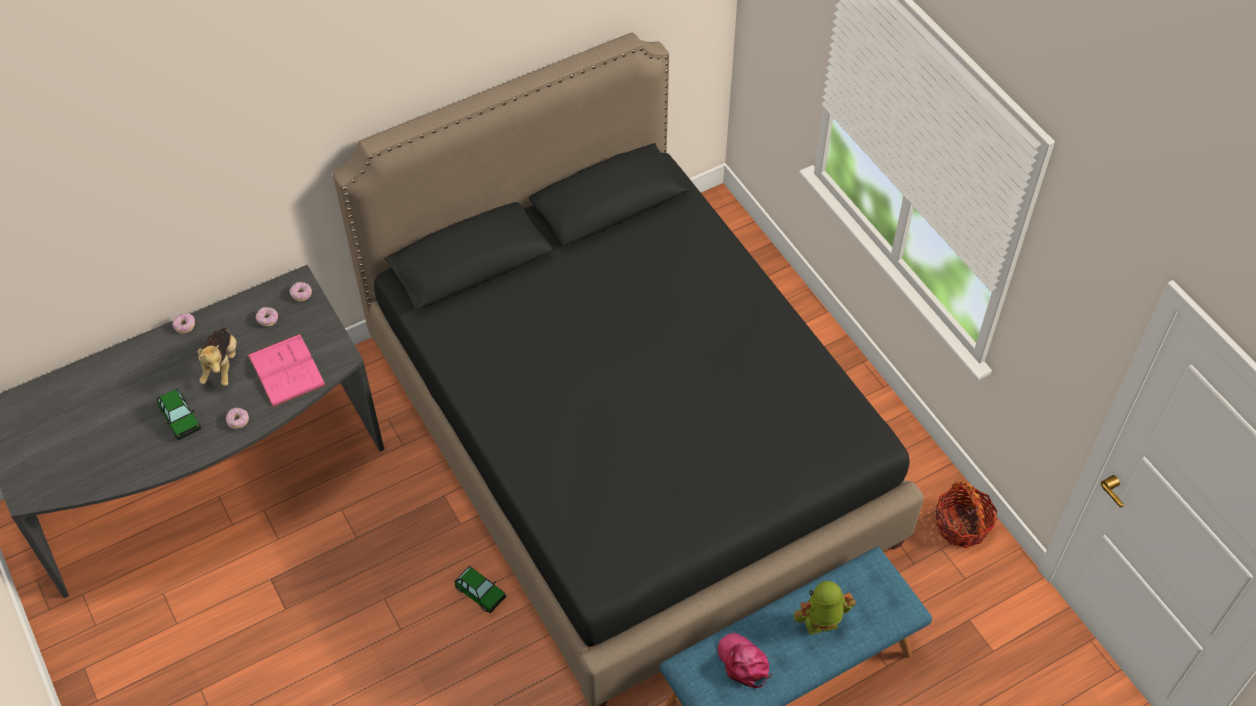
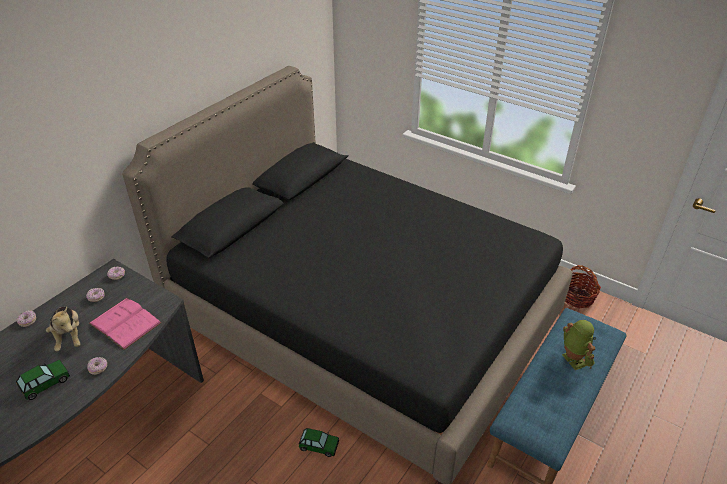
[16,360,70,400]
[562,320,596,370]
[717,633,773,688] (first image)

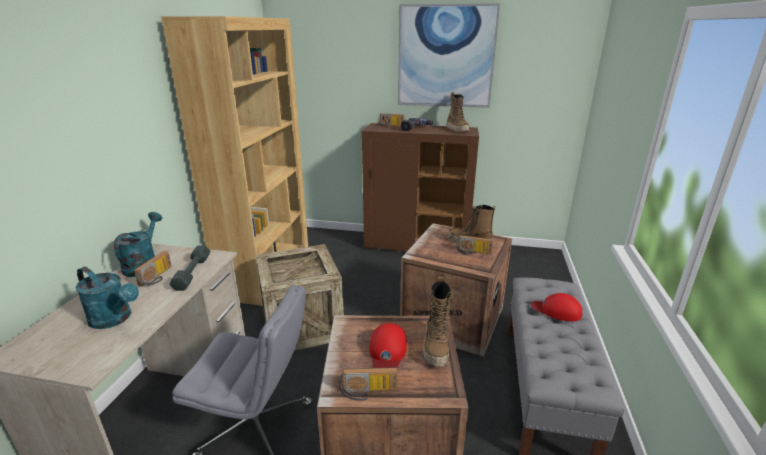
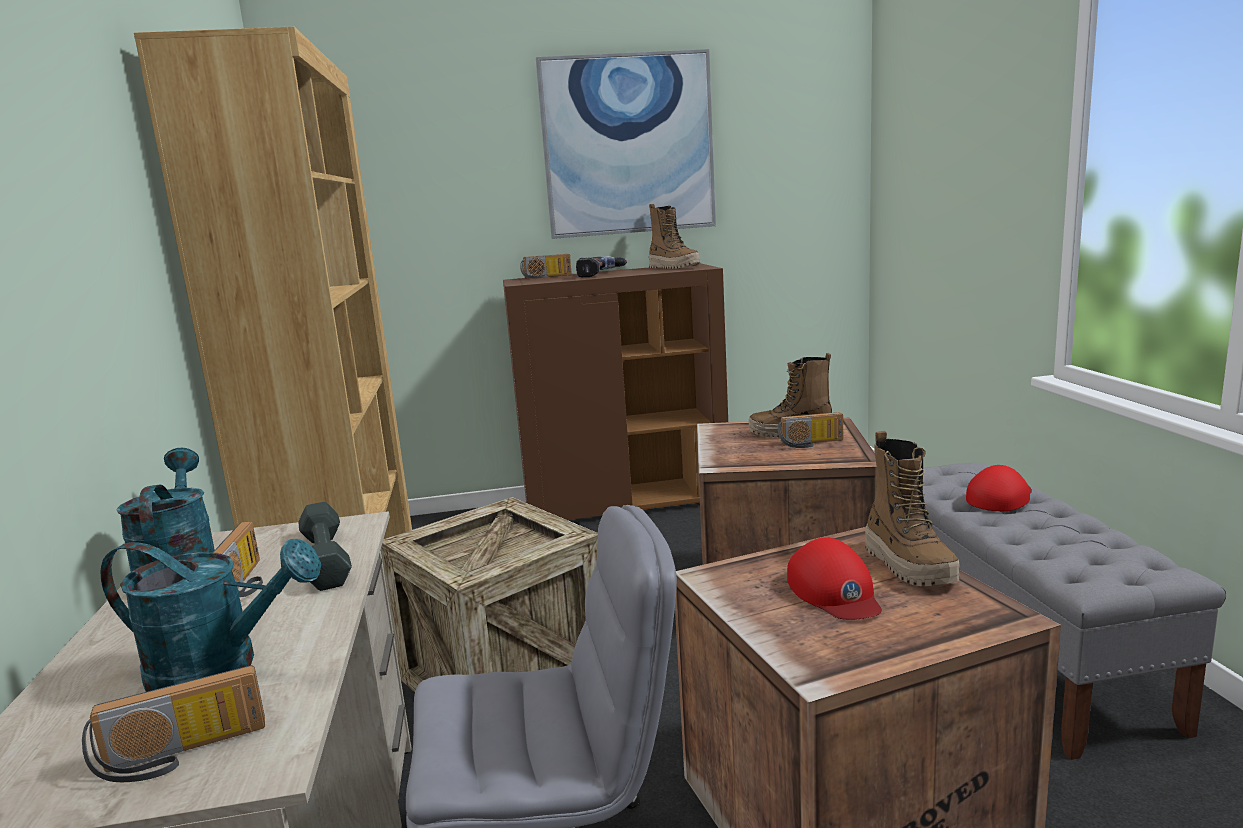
[82,665,265,782]
[966,465,1032,511]

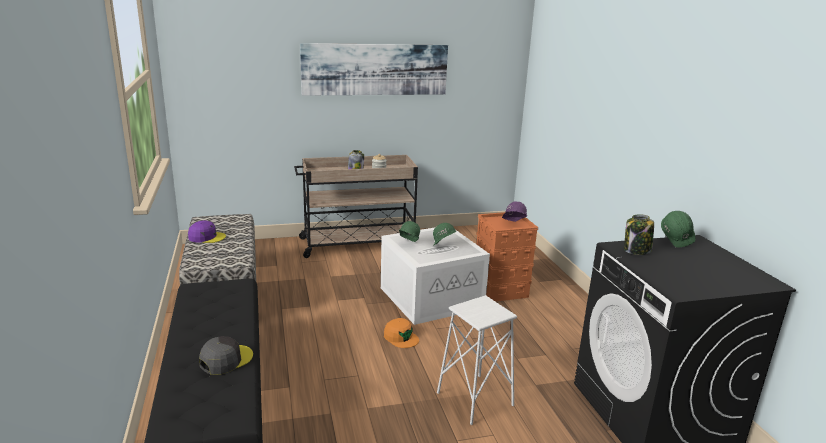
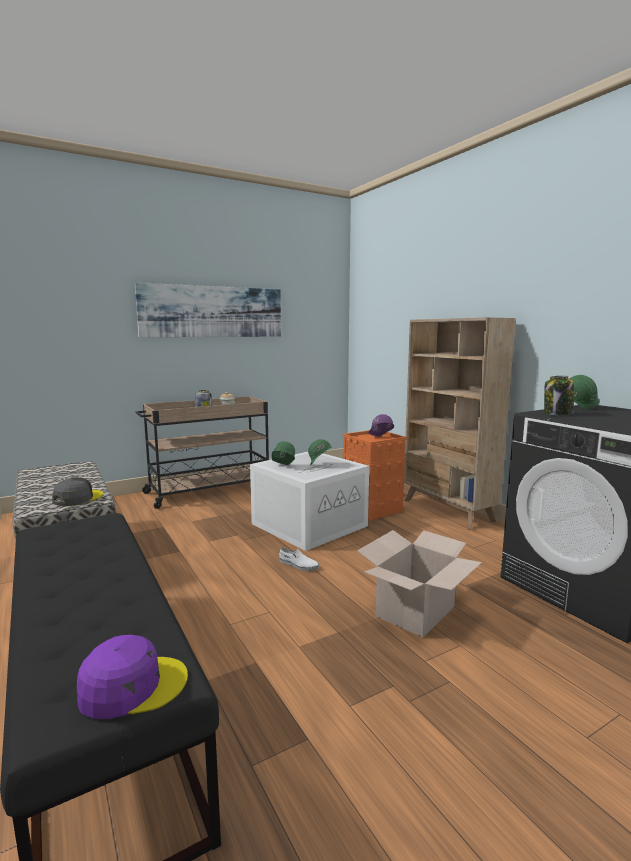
[52,478,103,506]
[77,635,188,719]
[279,547,319,571]
[357,530,482,638]
[404,317,516,530]

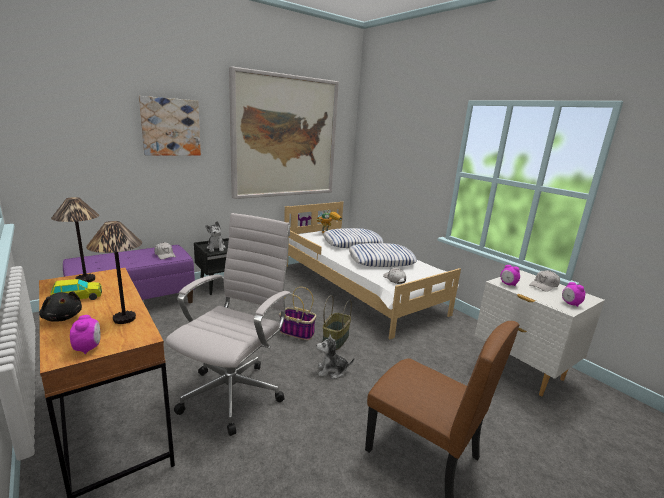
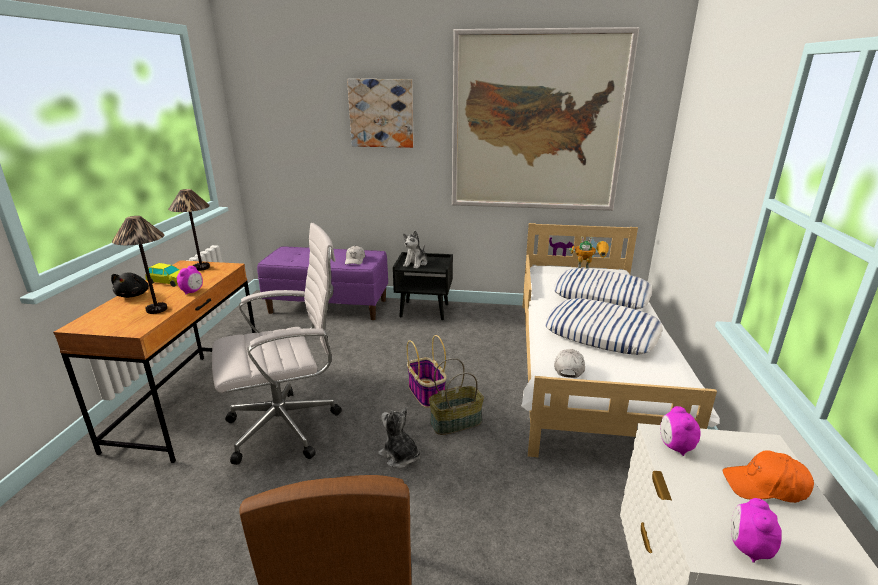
[177,266,203,294]
[723,450,814,503]

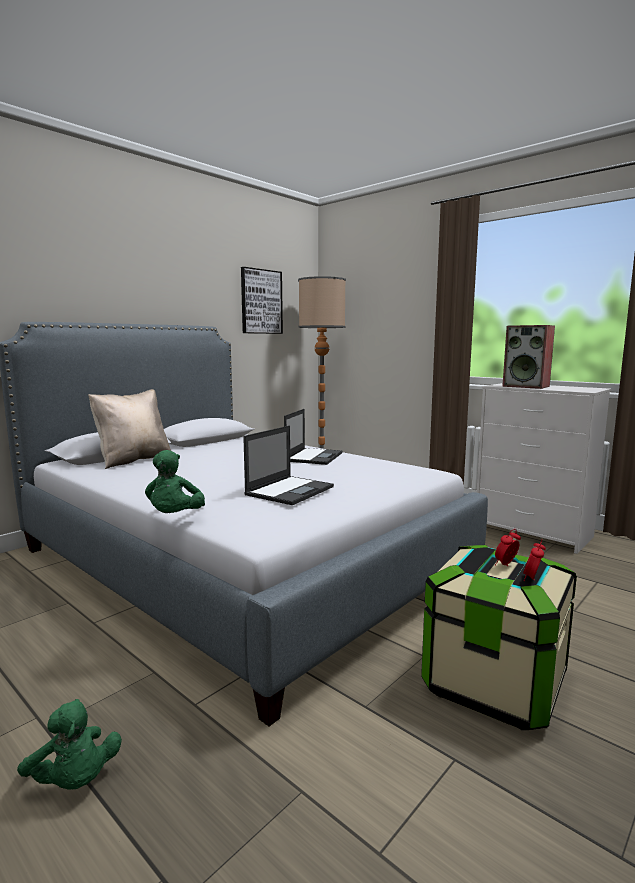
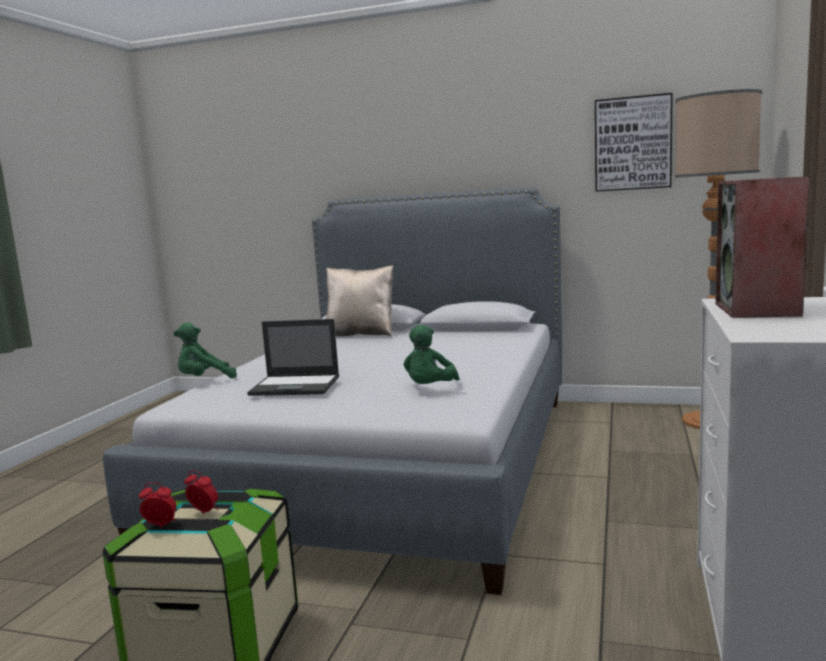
[404,325,459,384]
[284,409,343,465] (first image)

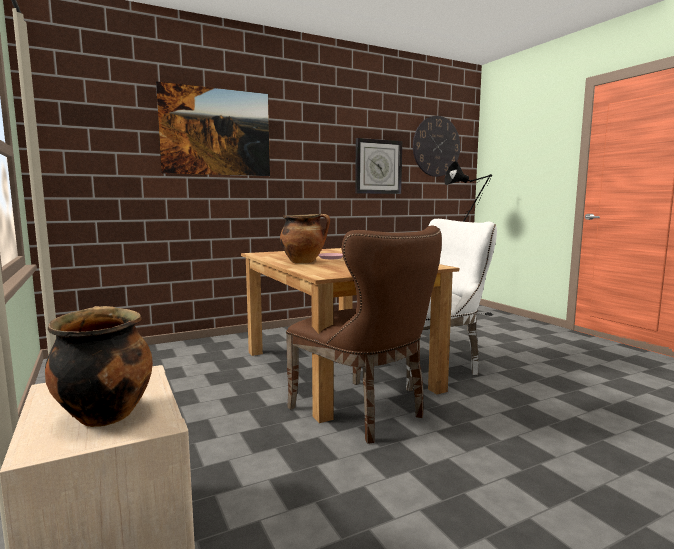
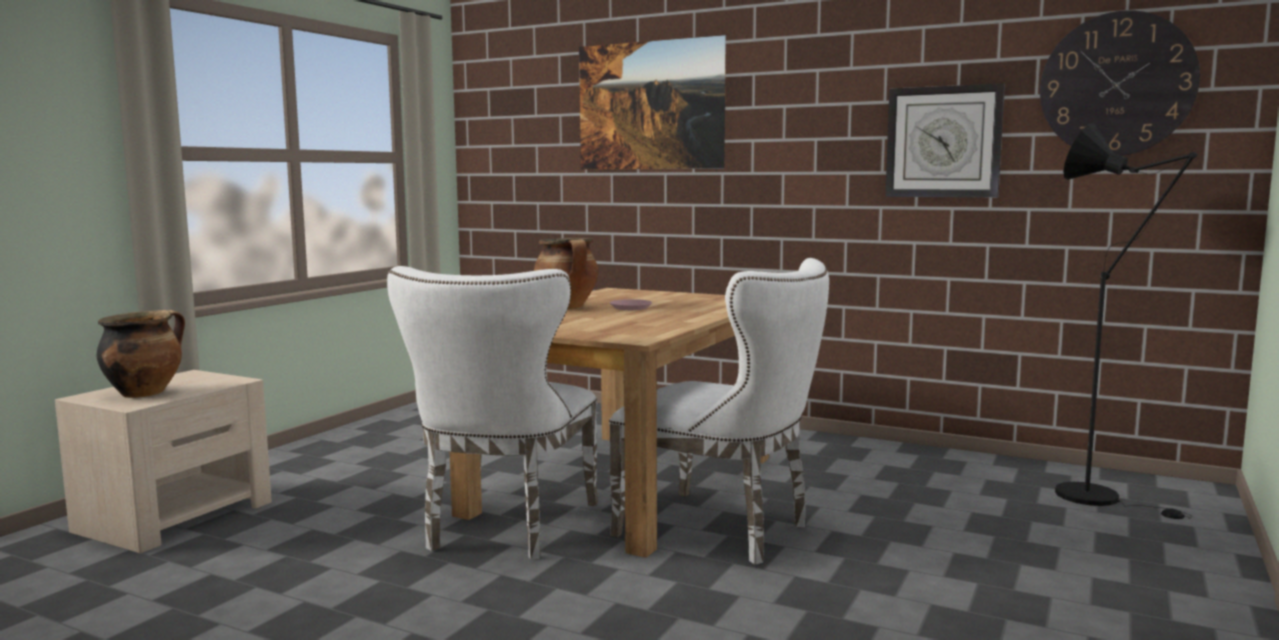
[387,266,598,560]

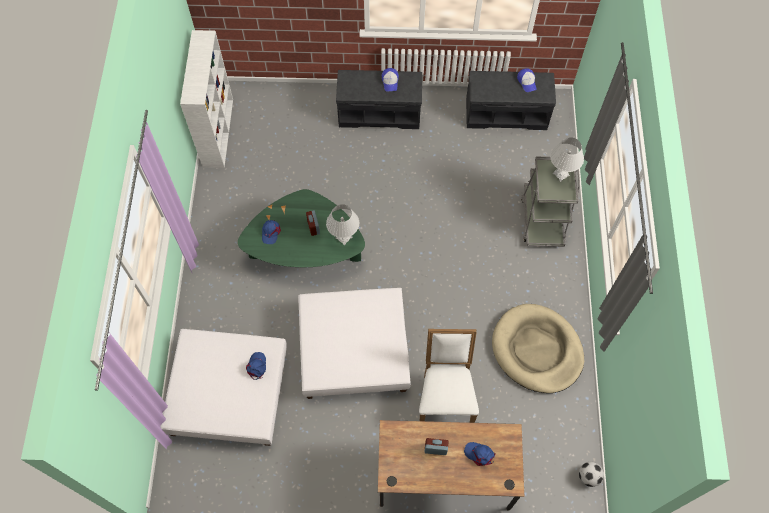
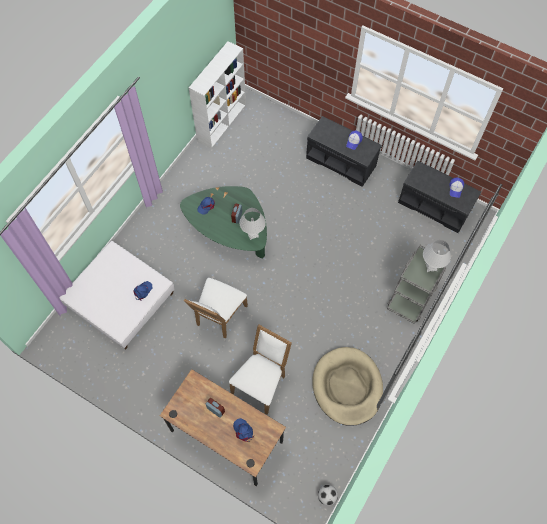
[183,278,248,338]

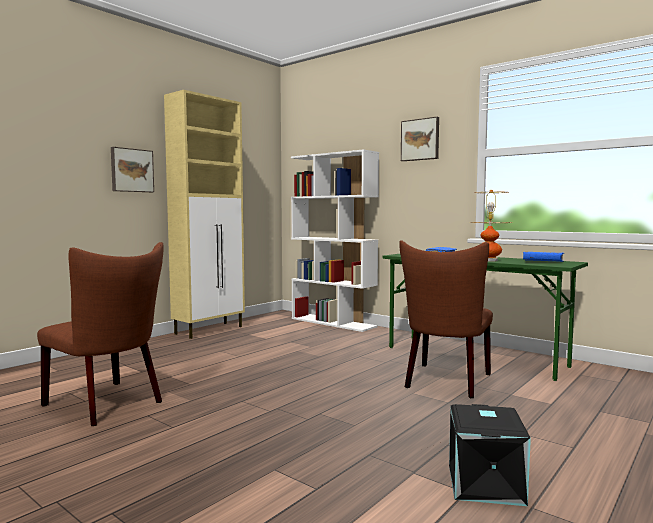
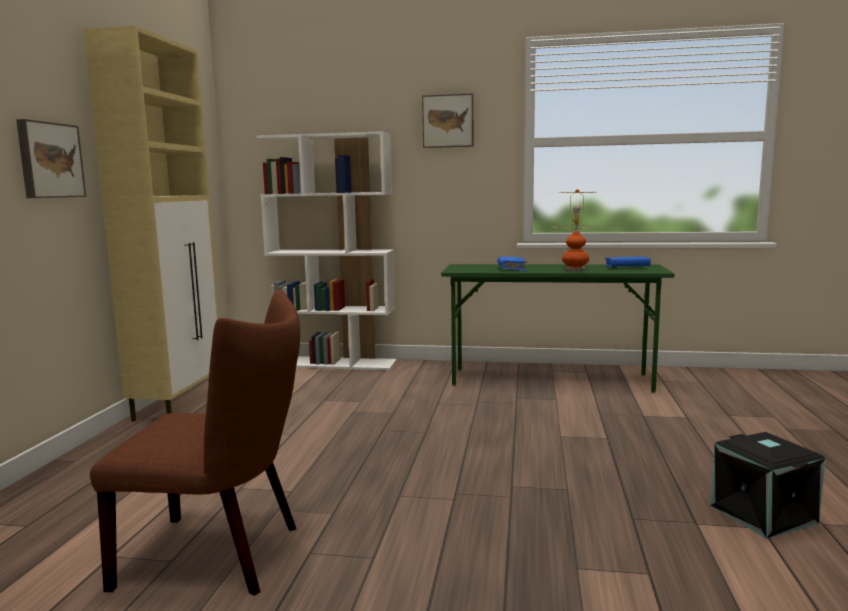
[399,240,493,398] (first image)

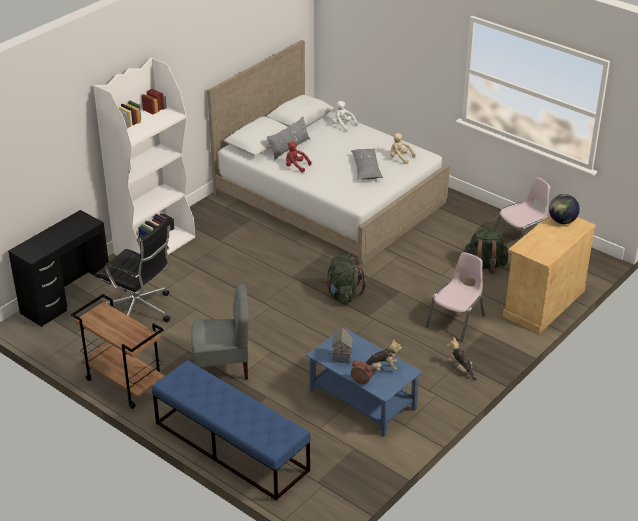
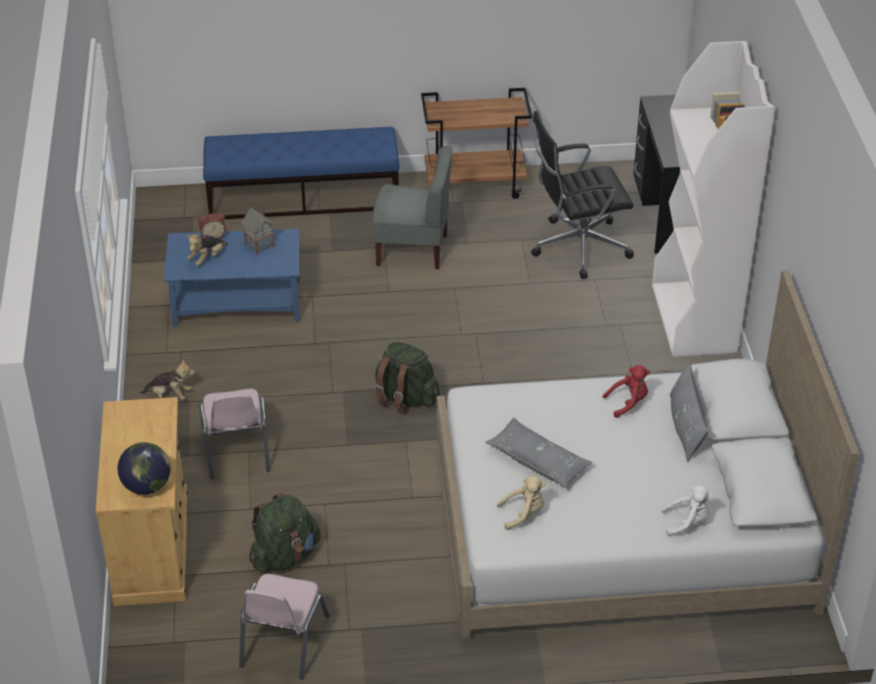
[373,146,452,269]

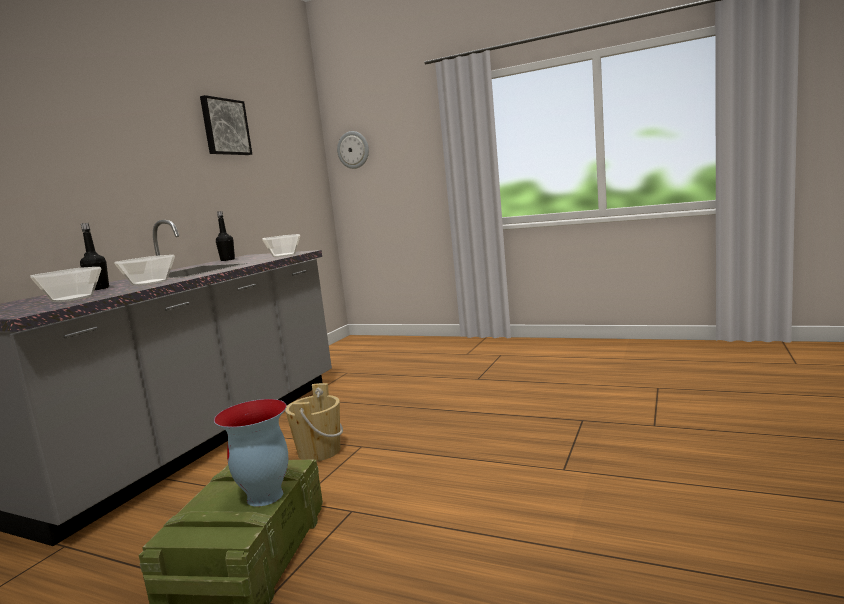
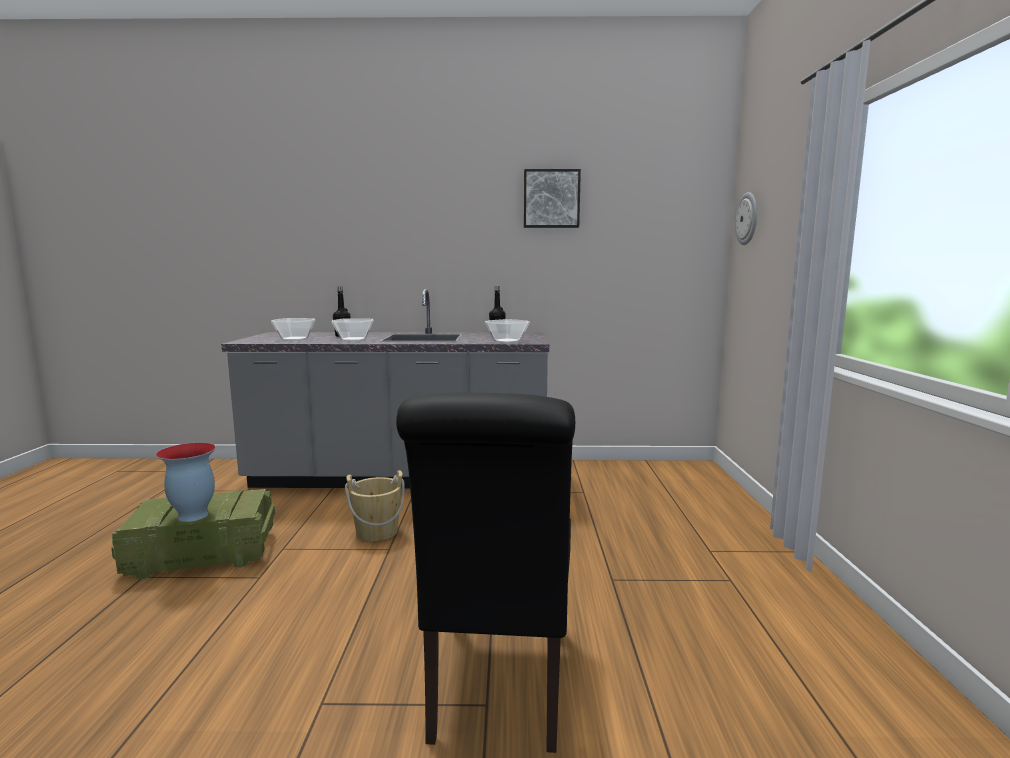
[396,393,575,753]

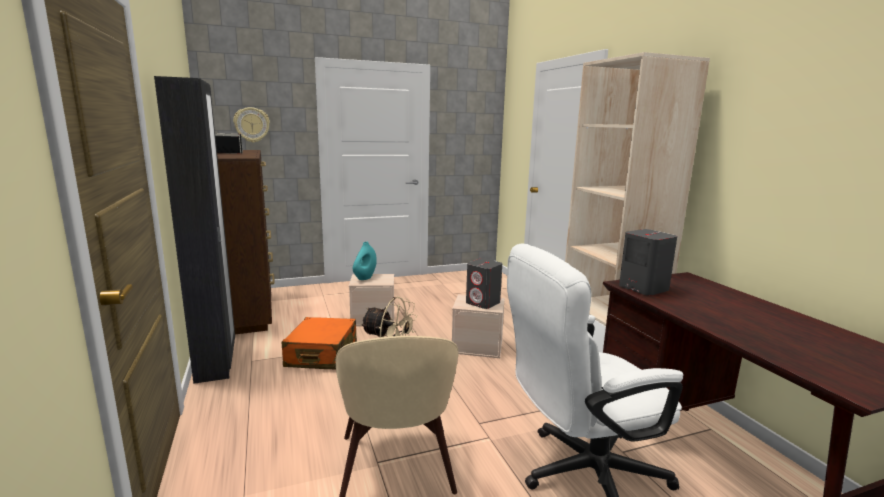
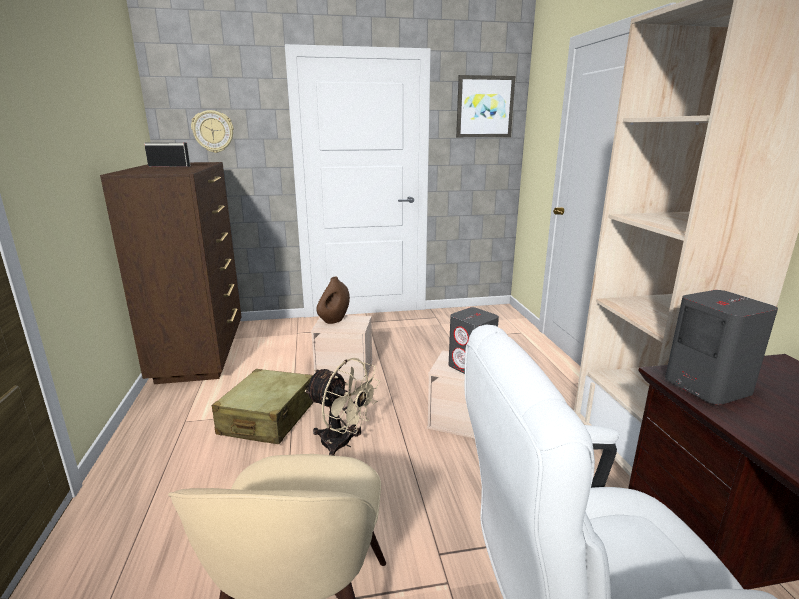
[212,369,314,444]
[316,276,350,324]
[456,75,515,137]
[154,76,235,384] (first image)

